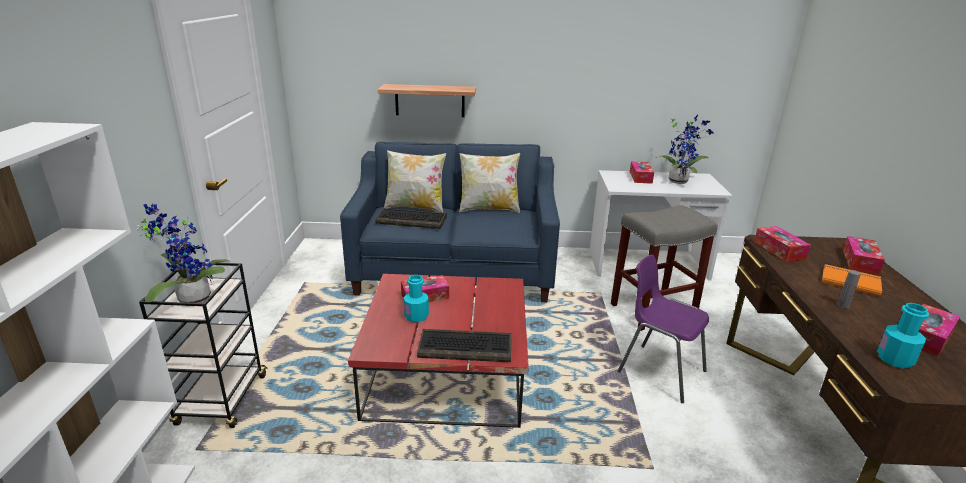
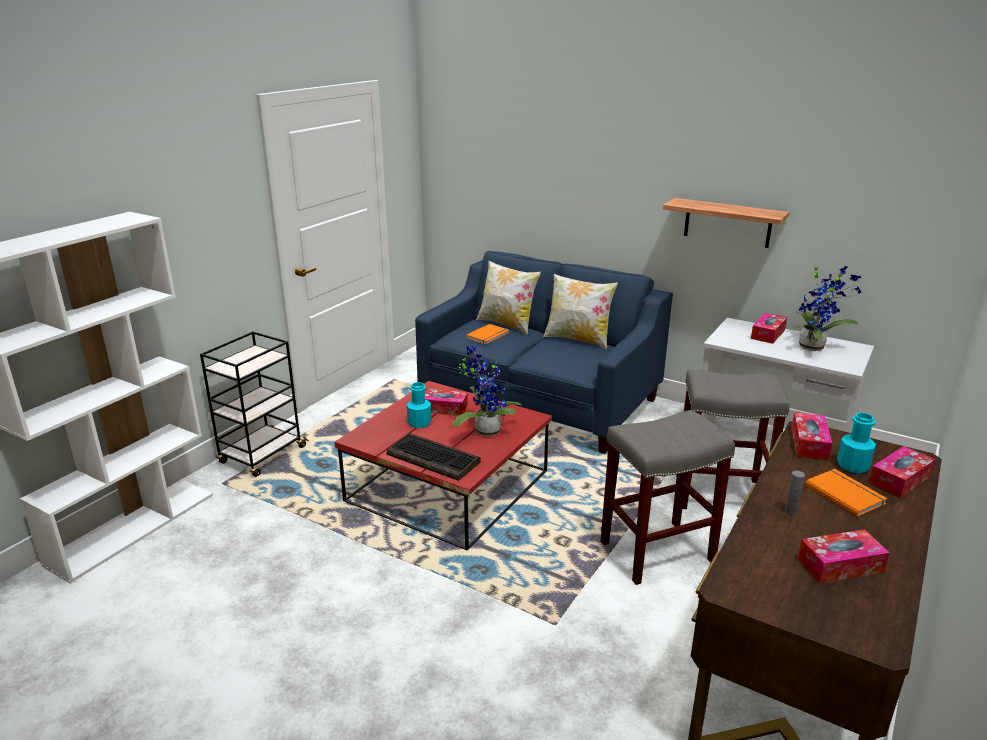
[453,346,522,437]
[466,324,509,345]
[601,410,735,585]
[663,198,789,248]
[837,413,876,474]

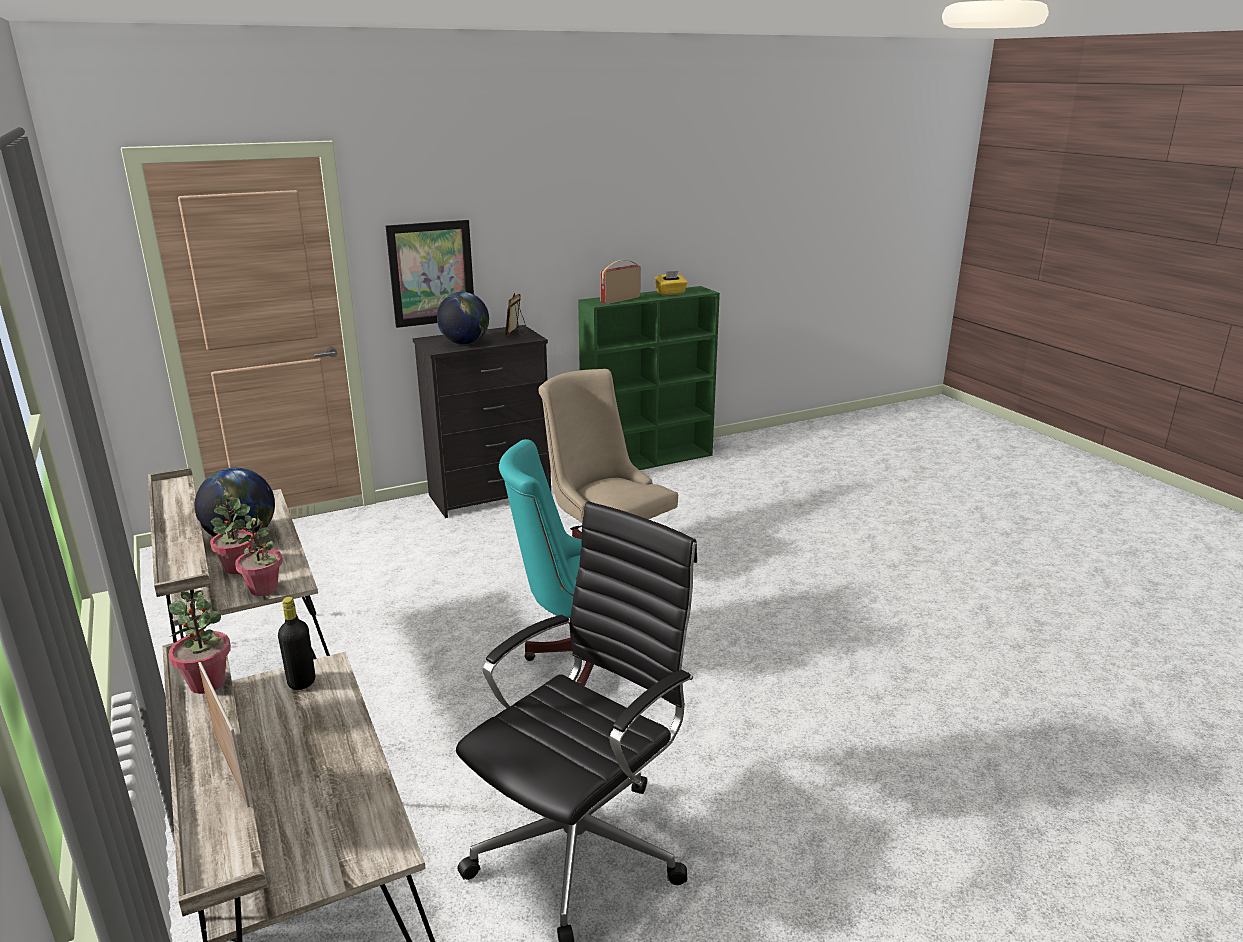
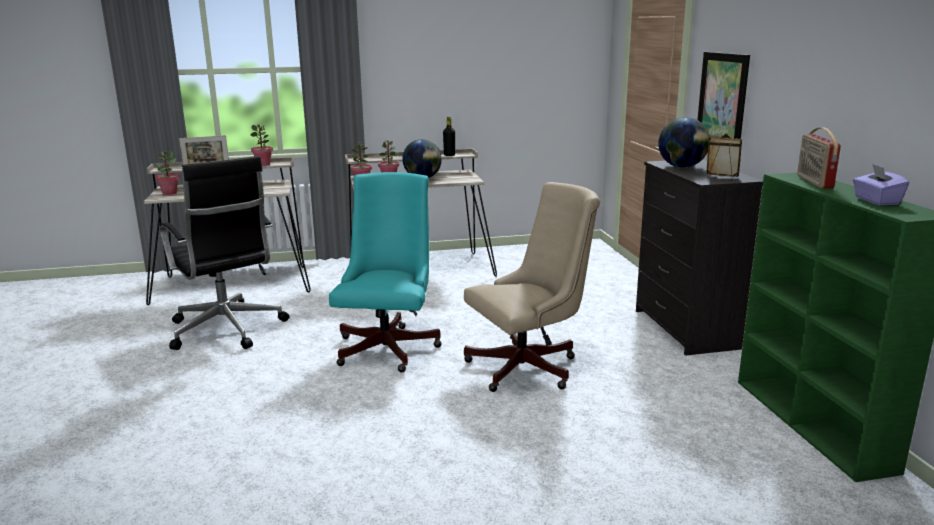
[155,151,179,195]
[443,117,455,156]
[797,128,841,189]
[853,164,909,205]

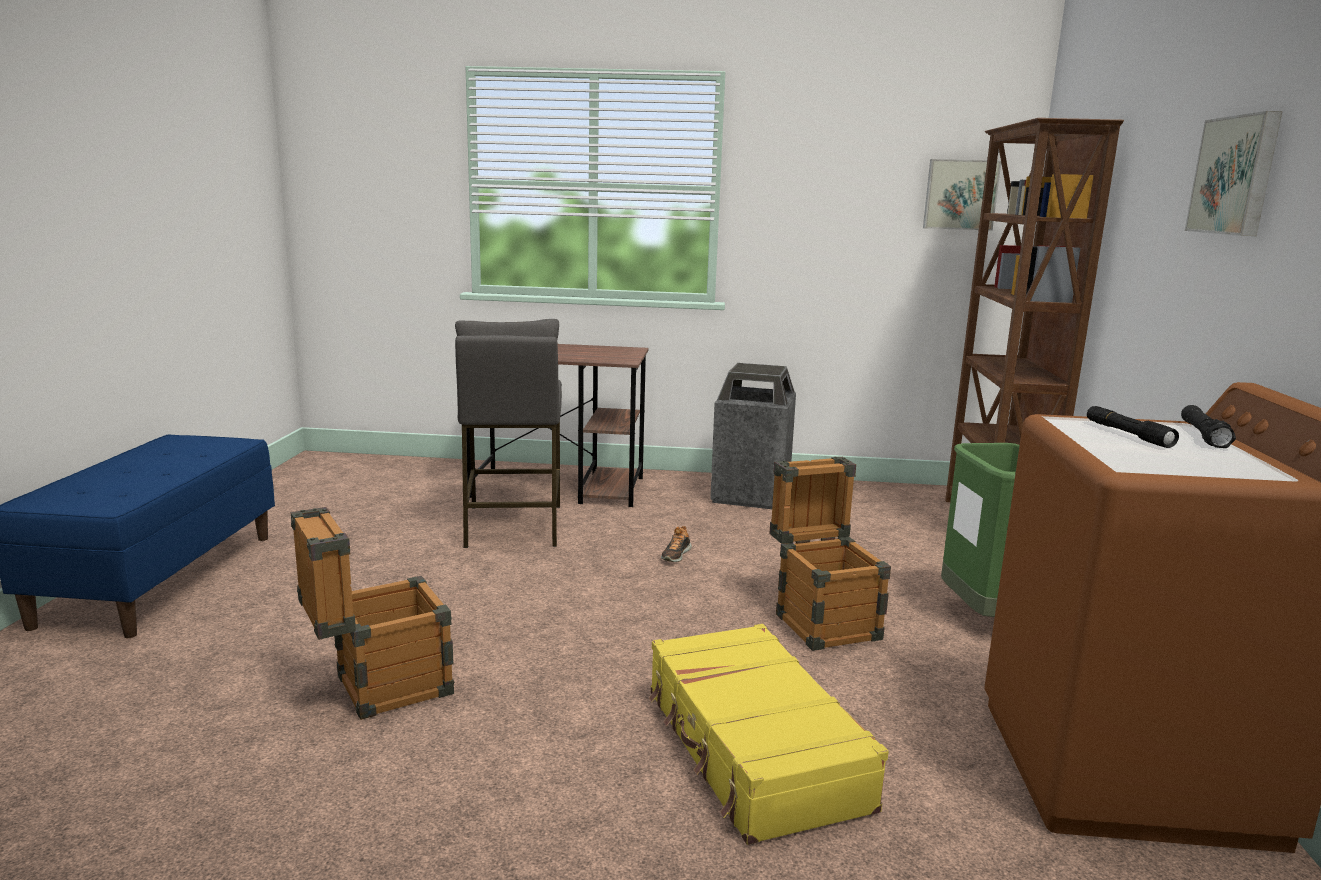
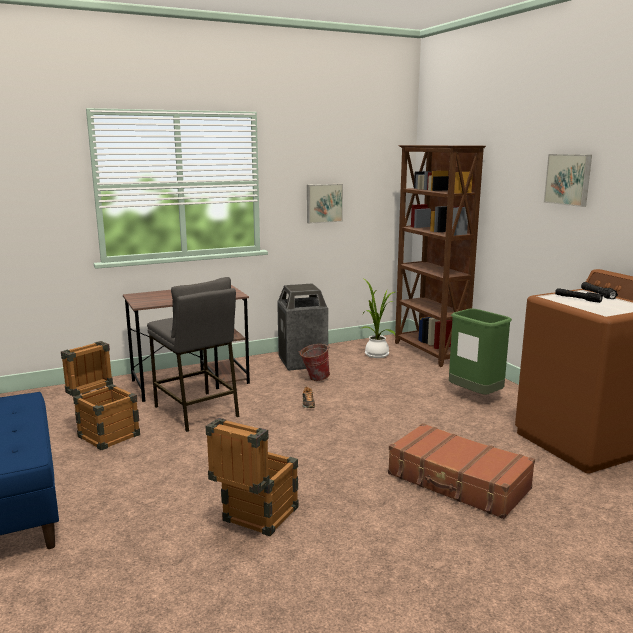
[61,341,140,451]
[298,344,330,381]
[307,184,343,224]
[362,278,395,358]
[388,423,535,519]

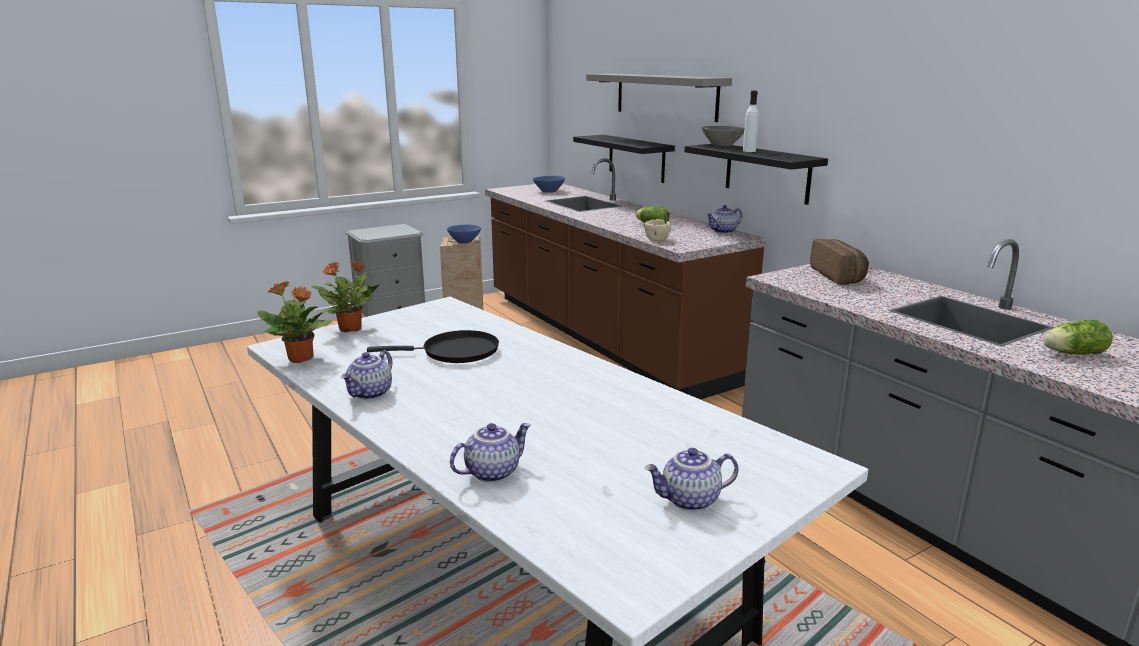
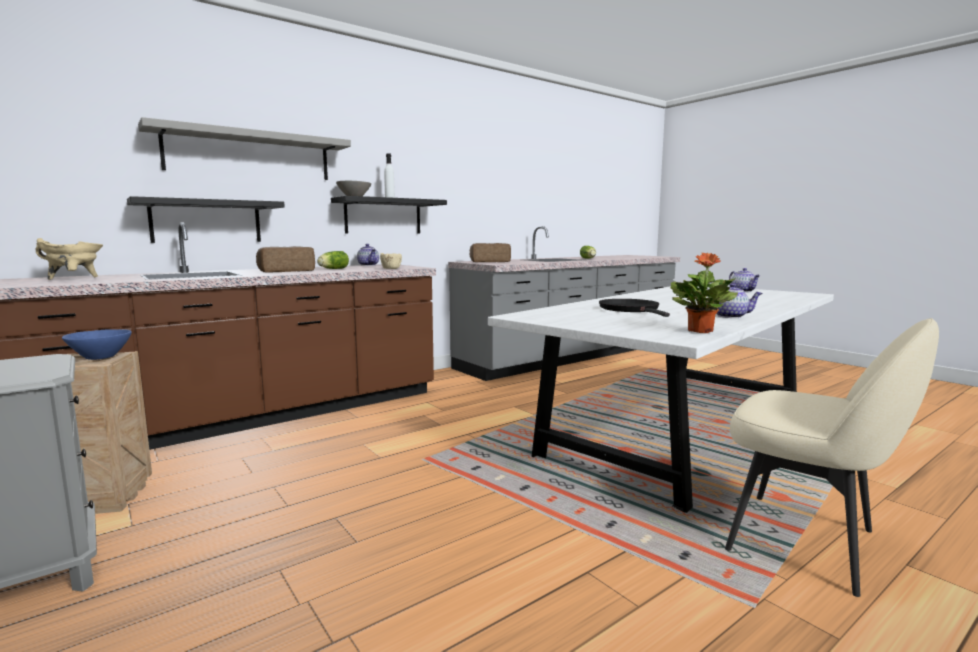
[35,238,103,280]
[256,246,315,273]
[725,318,939,597]
[311,260,380,333] (first image)
[450,423,531,482] (first image)

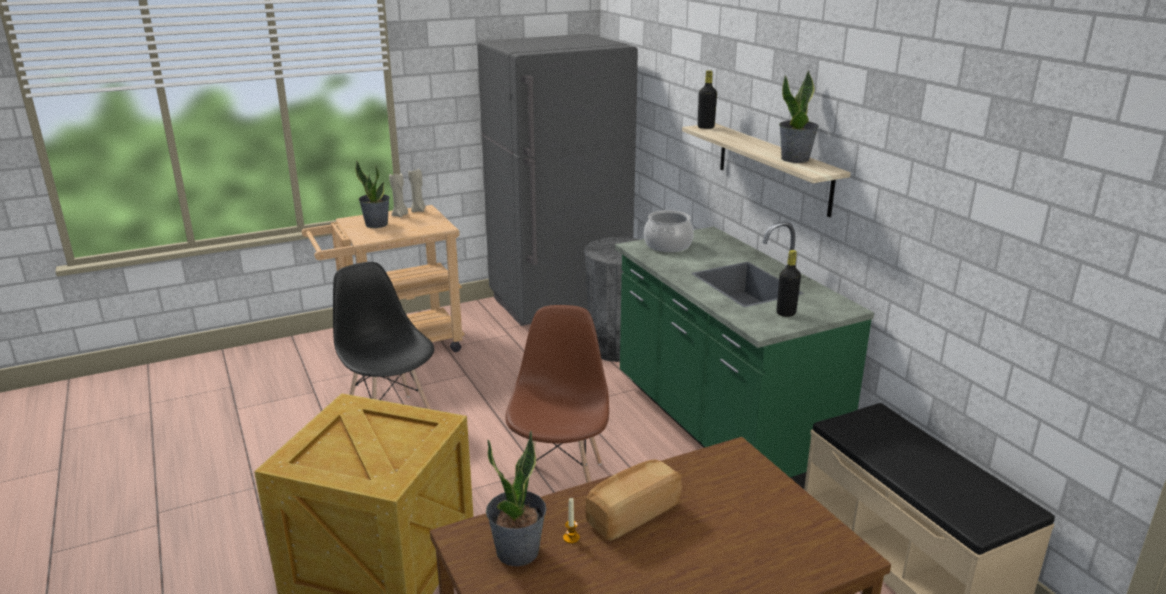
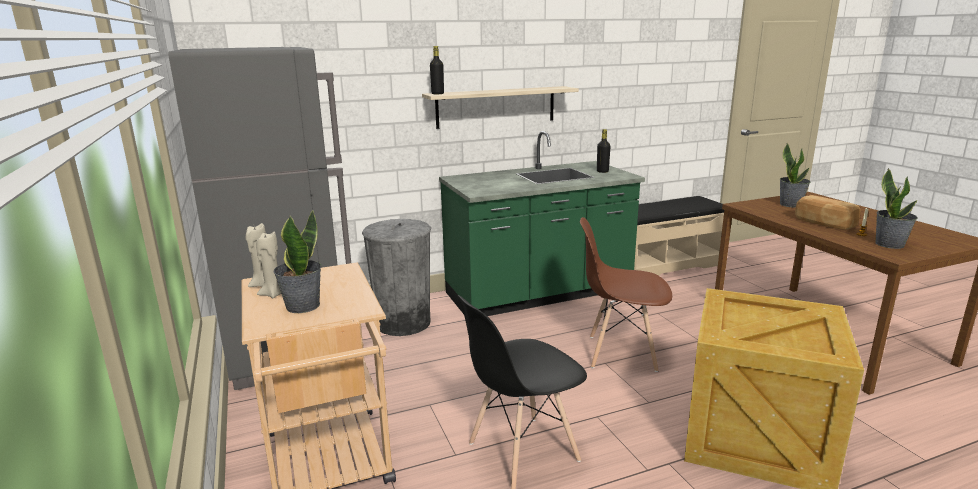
[780,143,810,208]
[644,210,694,252] (first image)

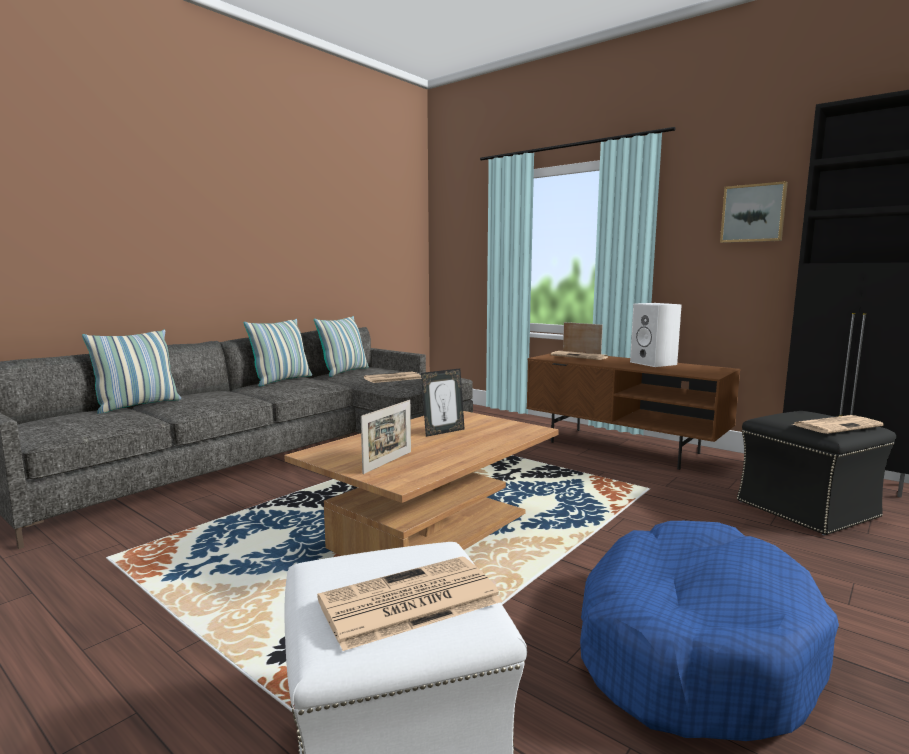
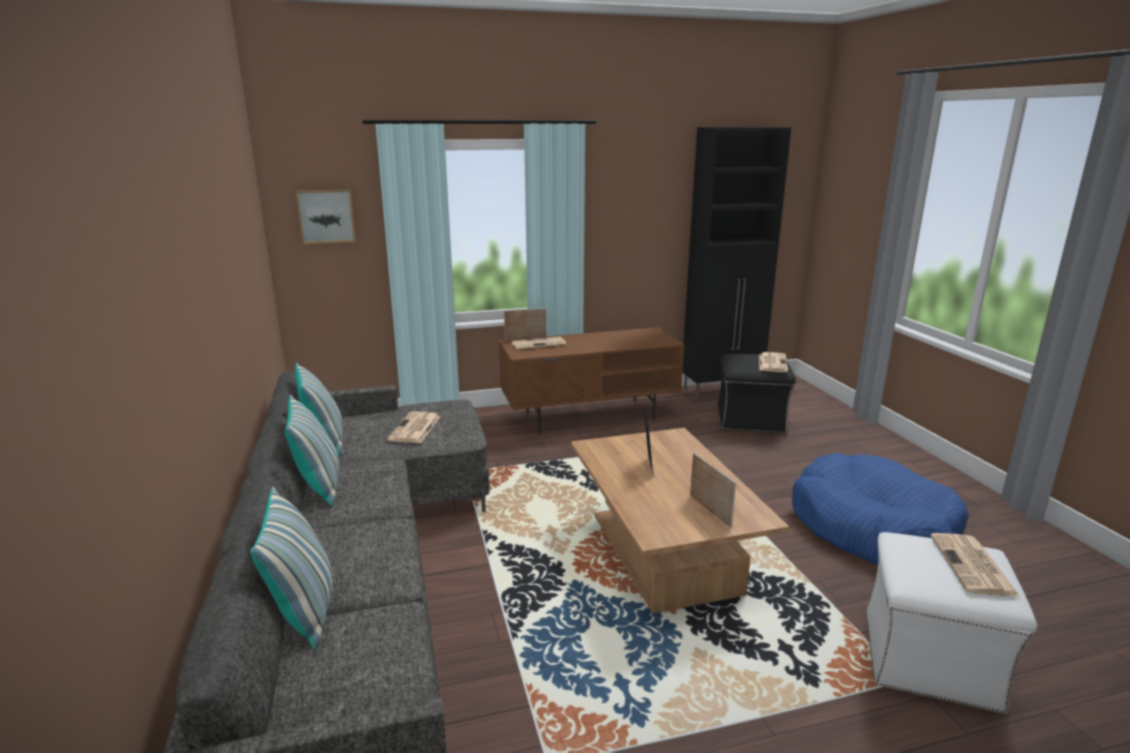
[295,189,356,244]
[630,303,682,367] (first image)

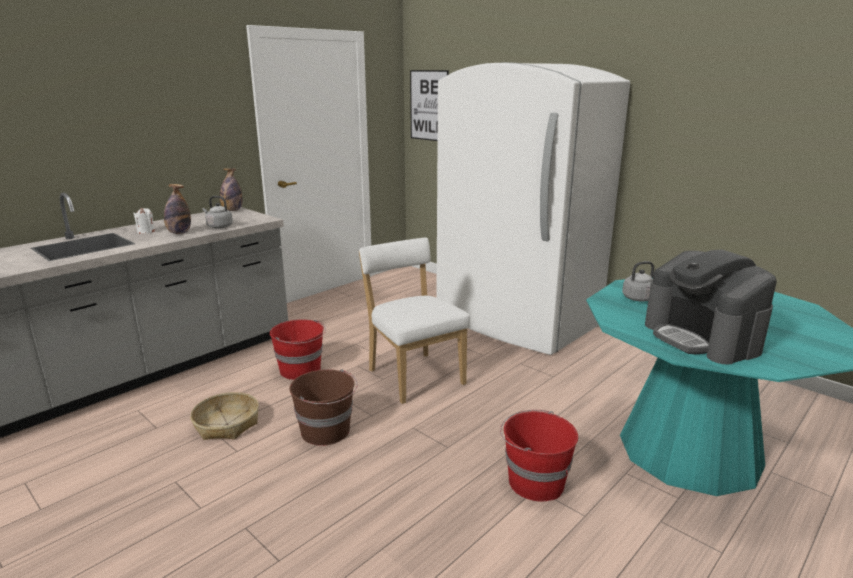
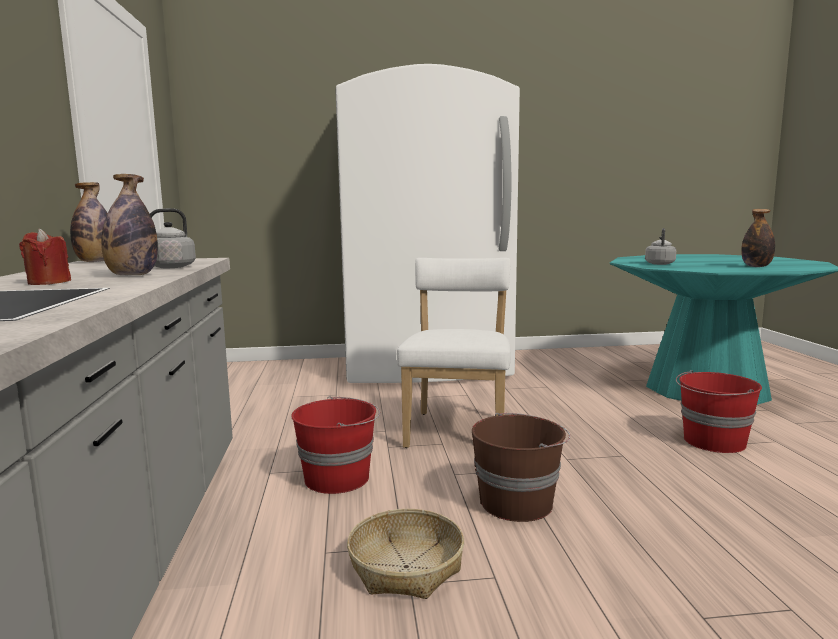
[19,229,71,285]
[397,258,511,448]
[741,209,775,267]
[410,70,449,141] (first image)

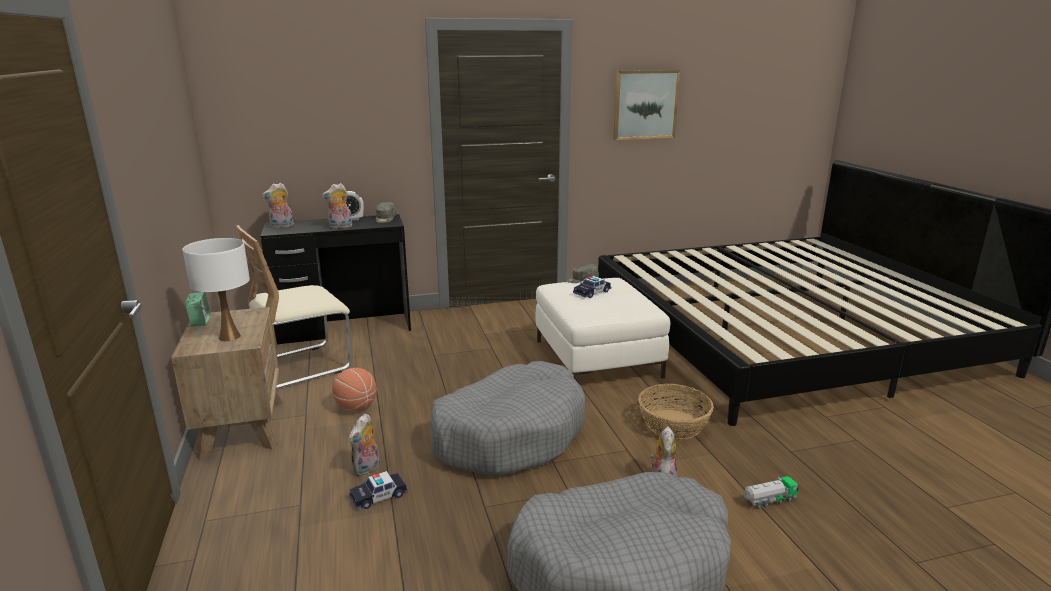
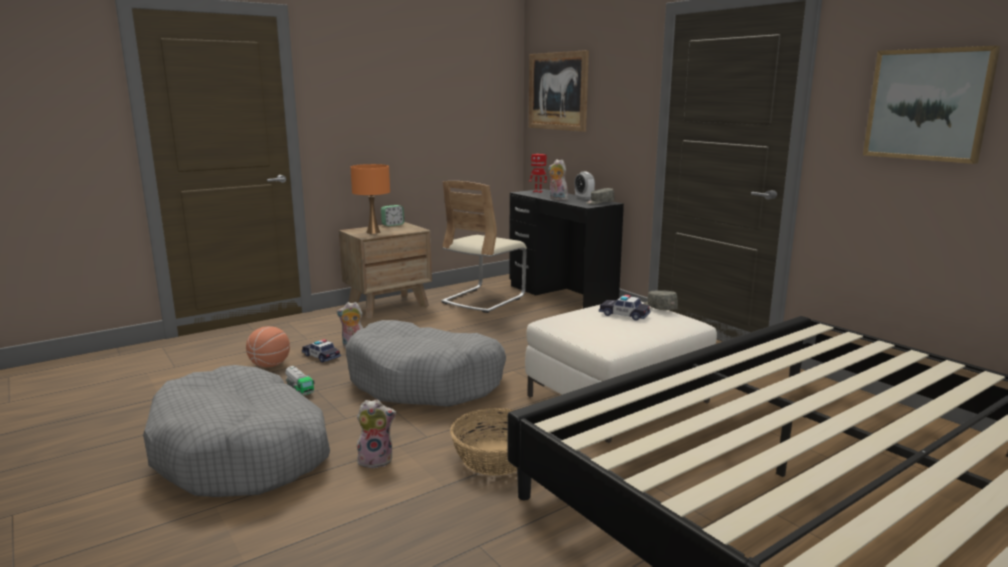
[246,326,290,367]
[285,366,315,395]
[351,164,390,234]
[441,181,527,313]
[529,50,589,132]
[529,154,547,193]

